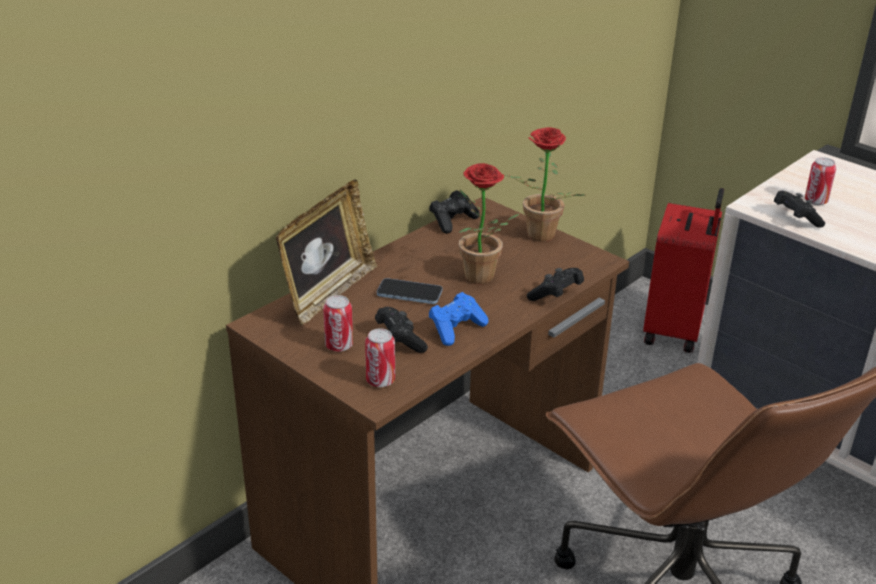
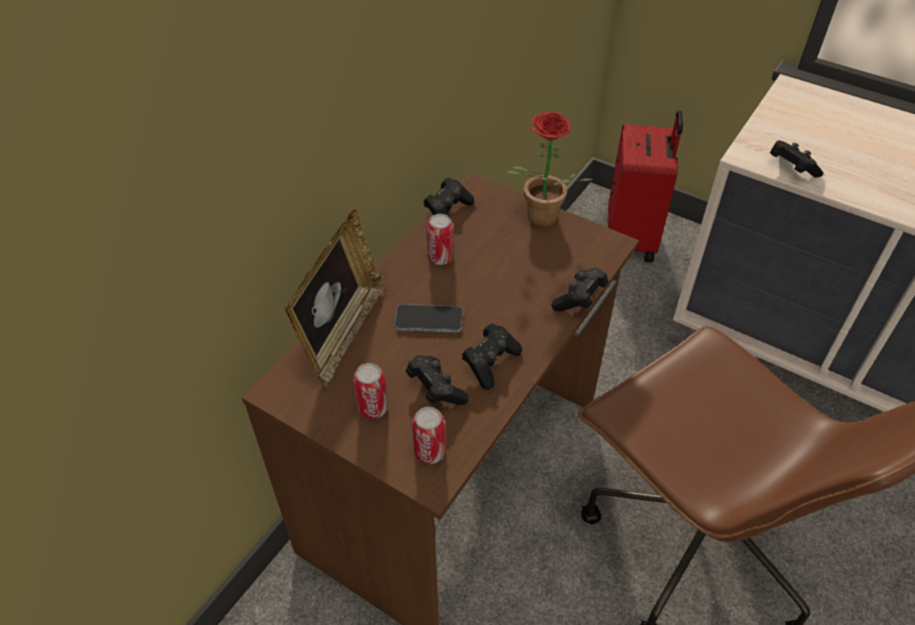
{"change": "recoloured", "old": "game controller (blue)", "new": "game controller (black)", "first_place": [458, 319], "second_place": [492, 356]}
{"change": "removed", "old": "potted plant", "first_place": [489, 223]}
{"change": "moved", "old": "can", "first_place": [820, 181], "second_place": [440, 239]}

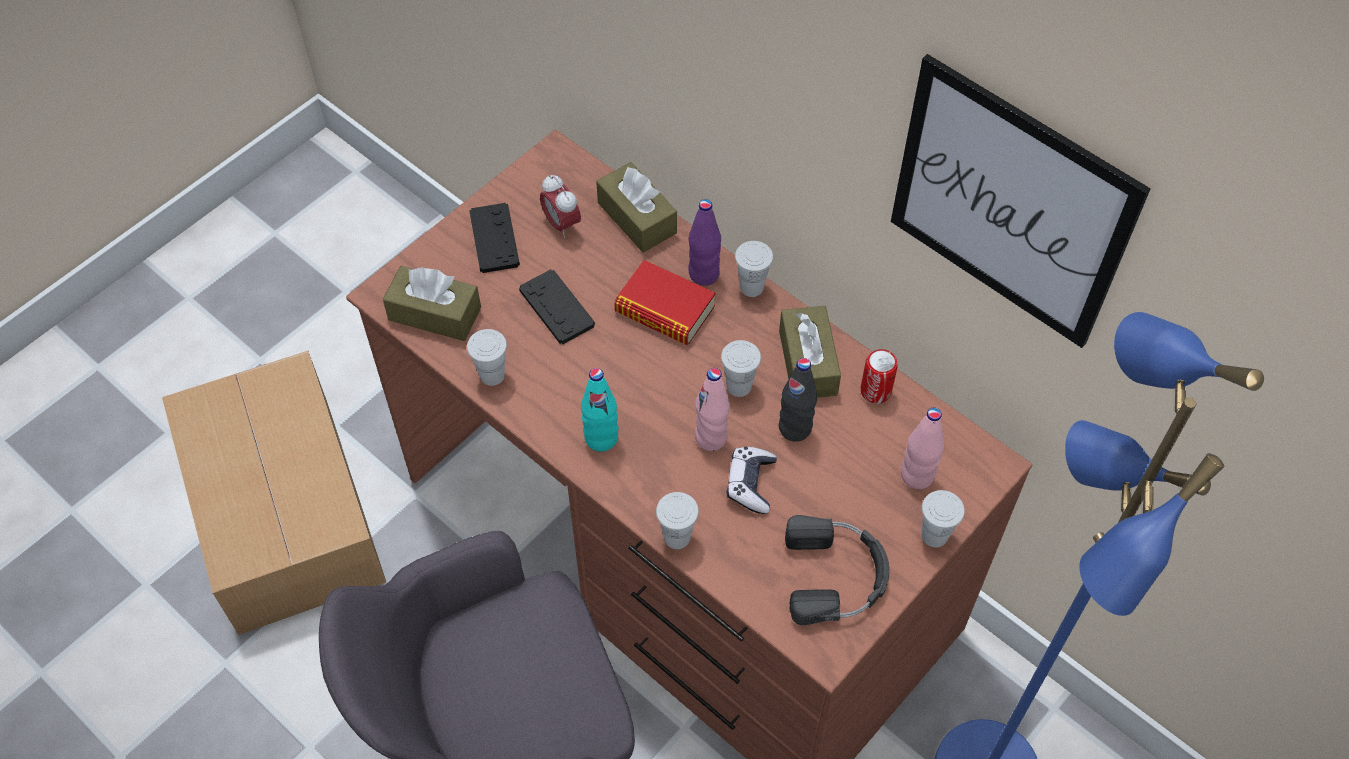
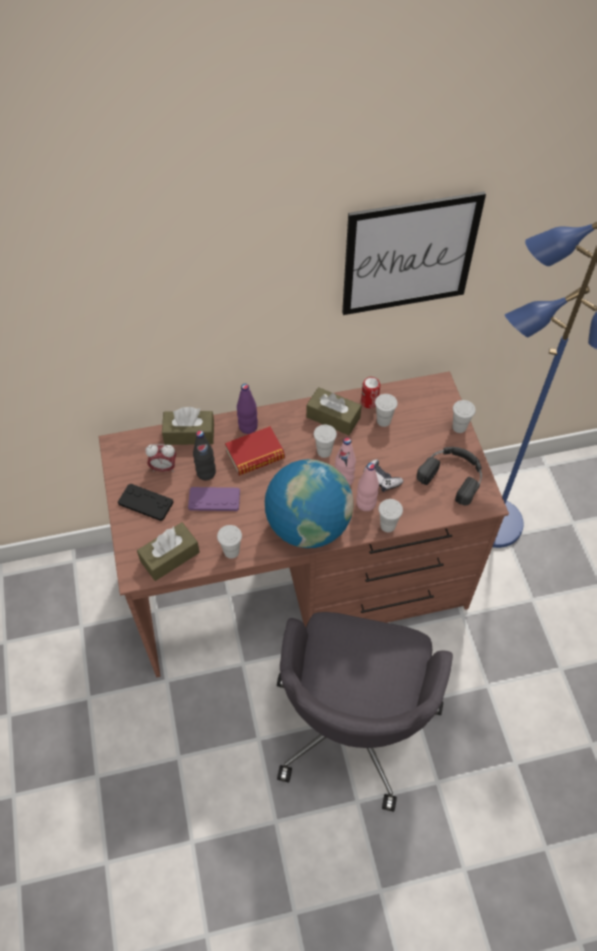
{"change": "removed", "old": "cardboard box", "first_place": [274, 493]}
{"change": "recoloured", "old": "game controller (black)", "new": "game controller (purple)", "first_place": [557, 306], "second_place": [214, 499]}
{"change": "replaced", "old": "bottle (turquoise)", "new": "globe", "first_place": [600, 410], "second_place": [309, 503]}
{"change": "moved", "old": "cup (white)", "first_place": [754, 269], "second_place": [386, 410]}
{"change": "moved", "old": "bottle (black)", "first_place": [798, 400], "second_place": [204, 455]}
{"change": "moved", "old": "bottle (pink)", "first_place": [922, 448], "second_place": [367, 487]}

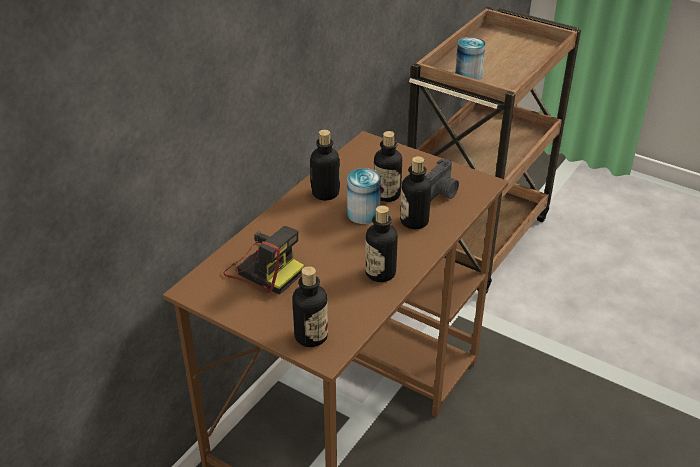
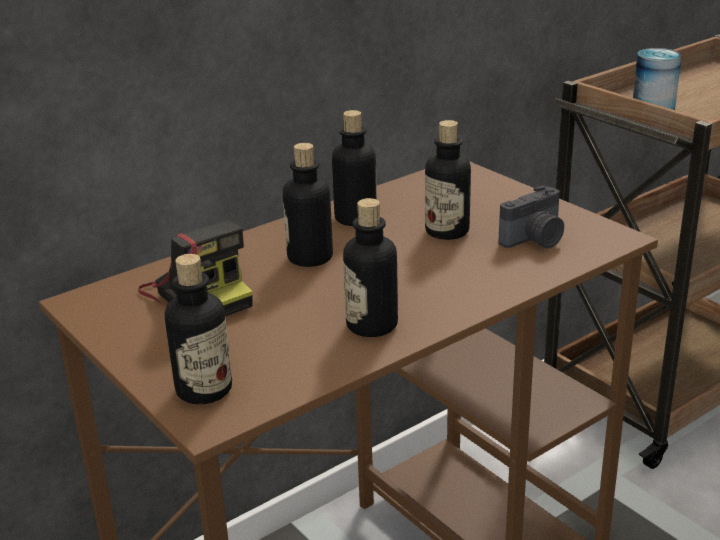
{"change": "removed", "old": "can", "first_place": [364, 196]}
{"change": "moved", "old": "bottle", "first_place": [415, 192], "second_place": [308, 205]}

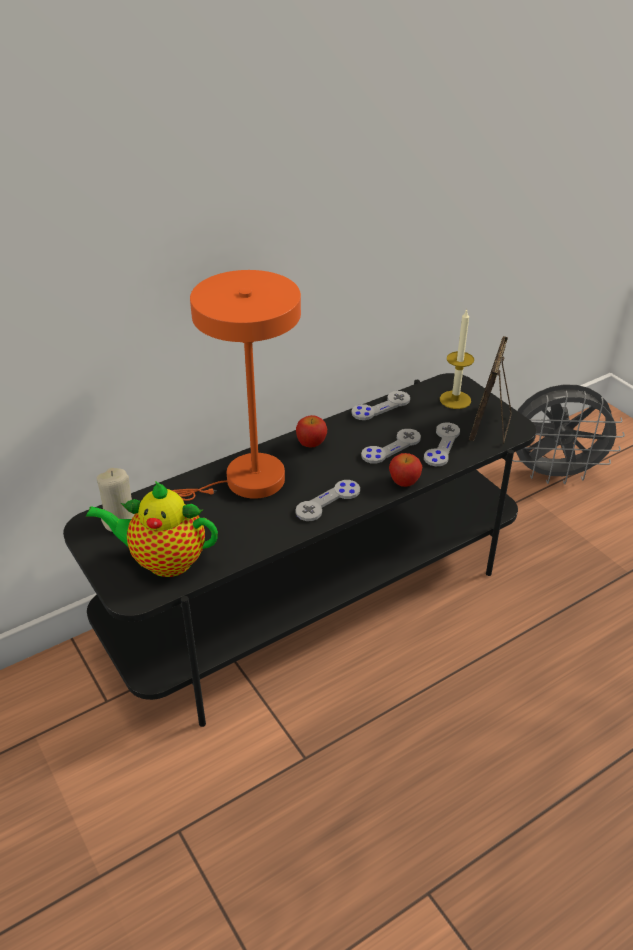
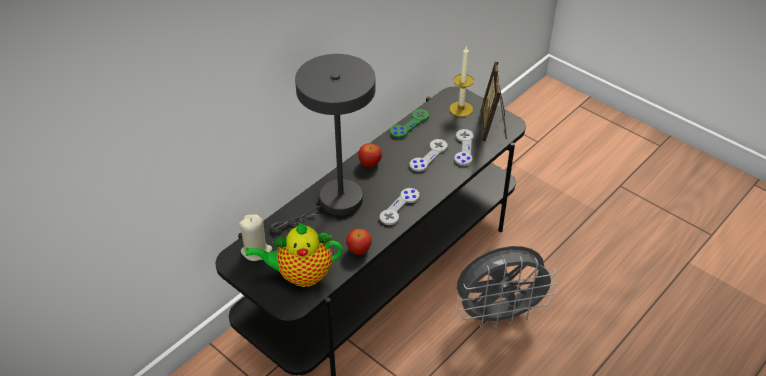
{"change": "recoloured", "old": "table lamp (orange)", "new": "table lamp (grey)", "first_place": [236, 385], "second_place": [323, 142]}
{"change": "recoloured", "old": "game controller (grey)", "new": "game controller (green)", "first_place": [381, 405], "second_place": [409, 123]}
{"change": "moved", "old": "apple", "first_place": [405, 470], "second_place": [359, 242]}
{"change": "moved", "old": "fan (grey)", "first_place": [568, 434], "second_place": [507, 287]}

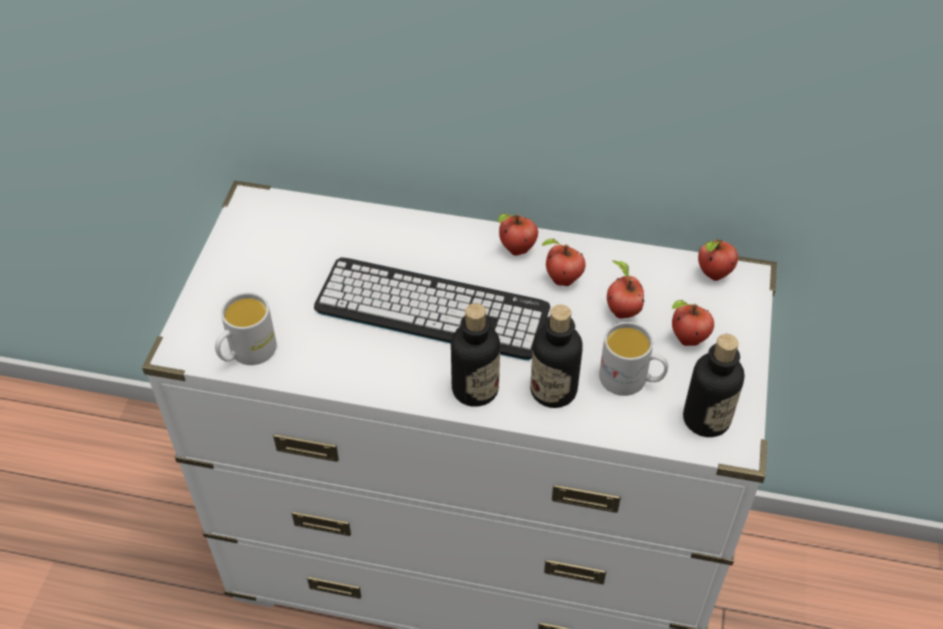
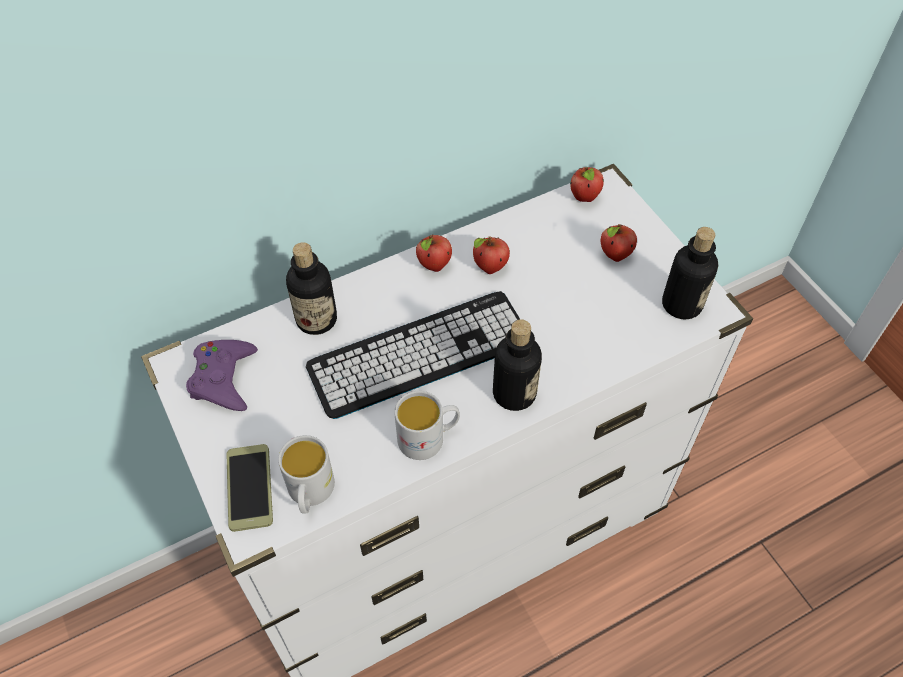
{"change": "moved", "old": "bottle", "first_place": [556, 356], "second_place": [311, 288]}
{"change": "moved", "old": "mug (white)", "first_place": [633, 359], "second_place": [427, 425]}
{"change": "removed", "old": "apple", "first_place": [625, 289]}
{"change": "added", "new": "game controller (purple)", "second_place": [222, 375]}
{"change": "added", "new": "phone", "second_place": [249, 488]}

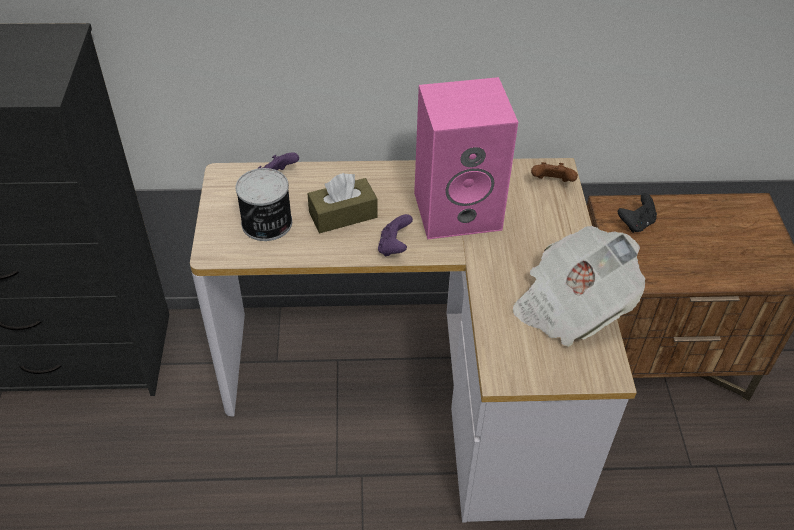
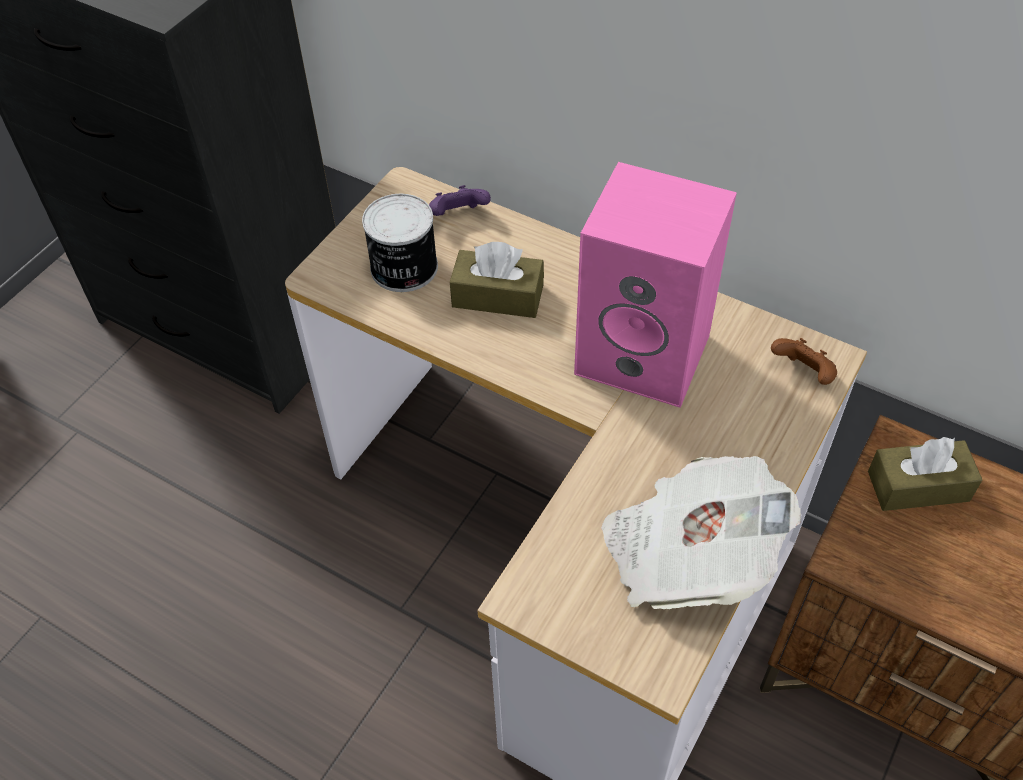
{"change": "removed", "old": "game controller (purple)", "first_place": [395, 235]}
{"change": "replaced", "old": "game controller (black)", "new": "tissue box (brown)", "first_place": [637, 213], "second_place": [925, 474]}

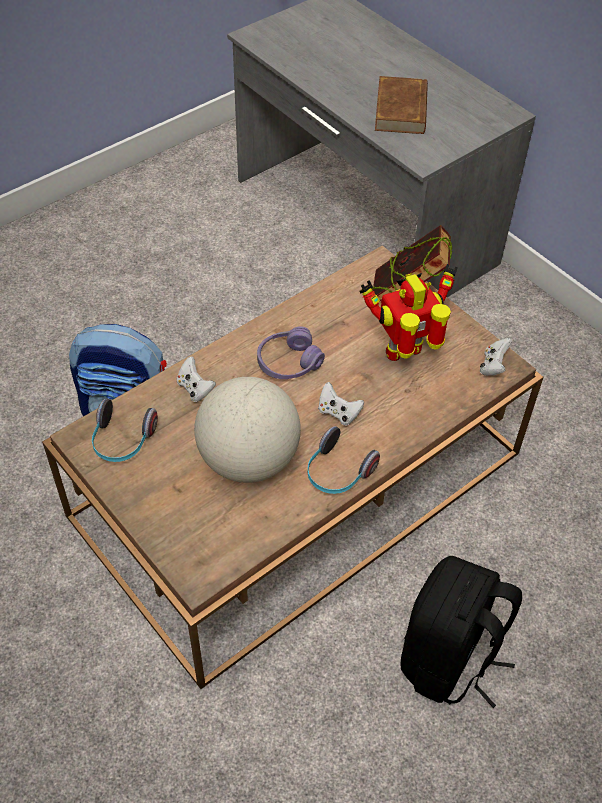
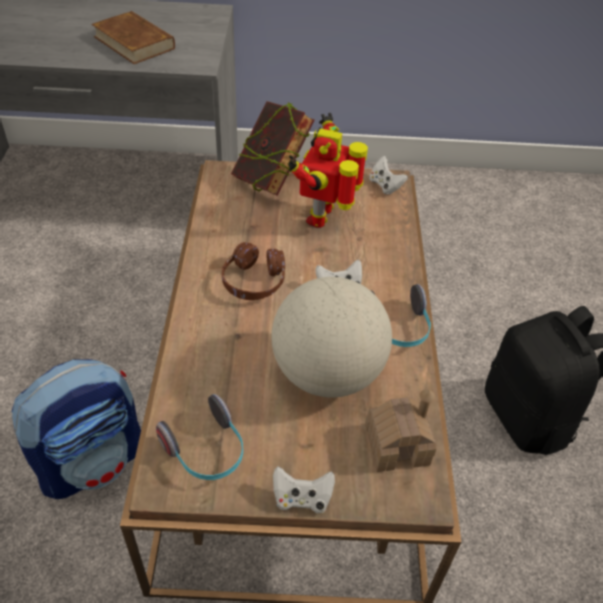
{"change": "moved", "old": "game controller (white)", "first_place": [196, 379], "second_place": [304, 490]}
{"change": "recoloured", "old": "headphones (purple)", "new": "headphones (brown)", "first_place": [291, 352], "second_place": [253, 271]}
{"change": "added", "new": "toy house", "second_place": [401, 431]}

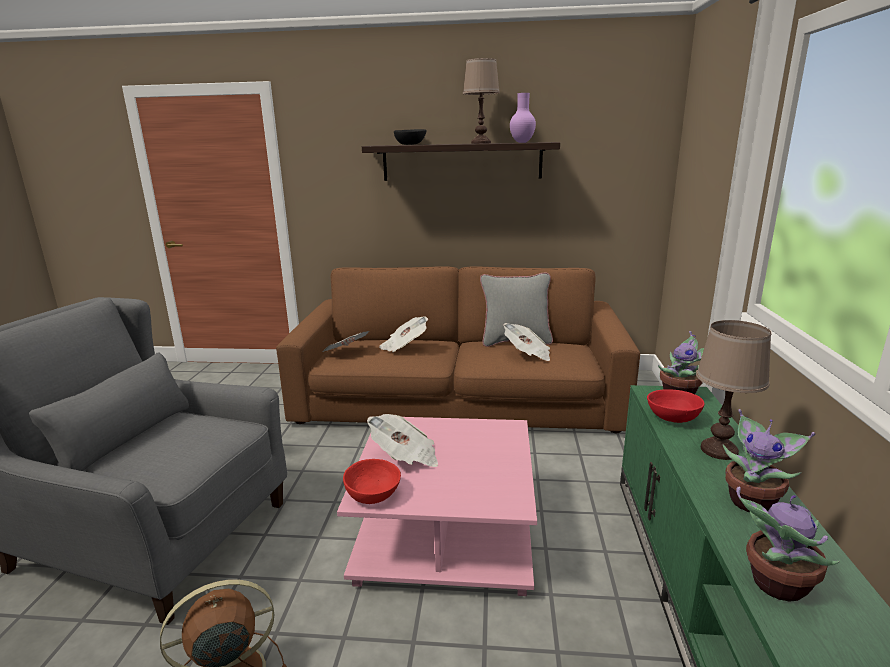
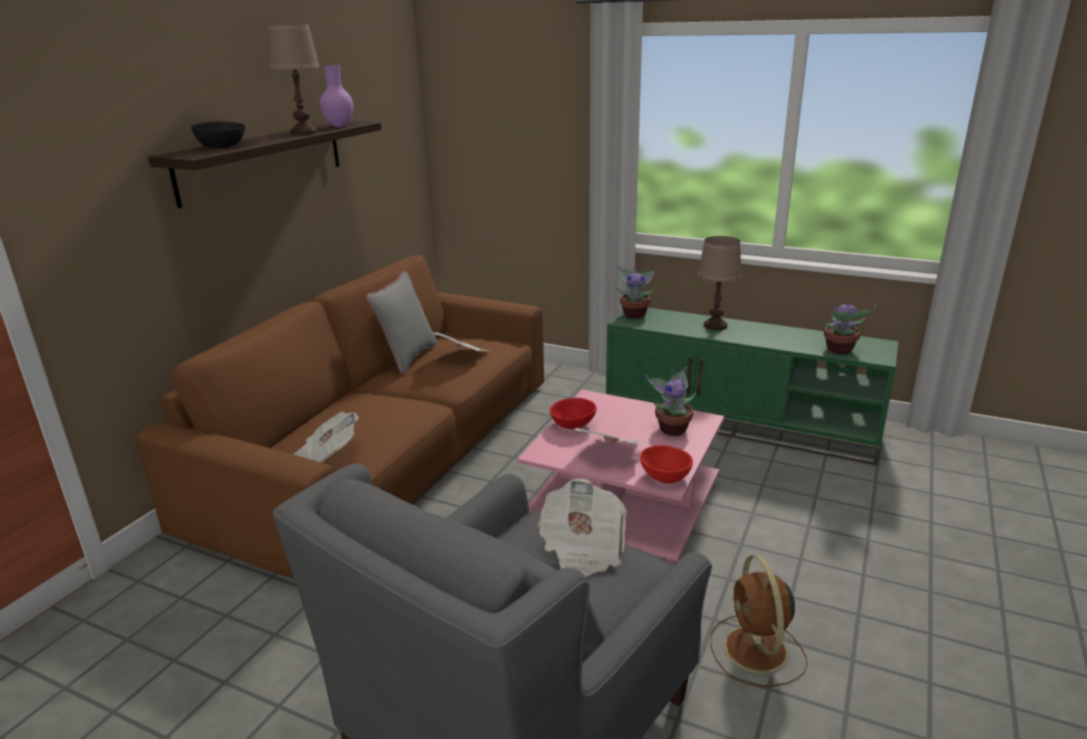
{"change": "moved", "old": "newspaper", "first_place": [403, 334], "second_place": [582, 527]}
{"change": "moved", "old": "bowl (red)", "first_place": [675, 406], "second_place": [573, 413]}
{"change": "moved", "old": "potted plant", "first_place": [769, 460], "second_place": [671, 401]}

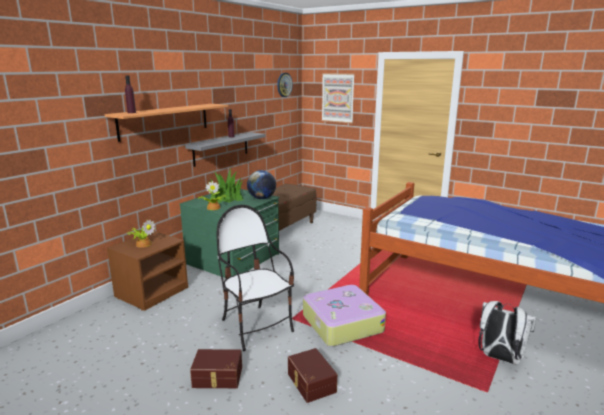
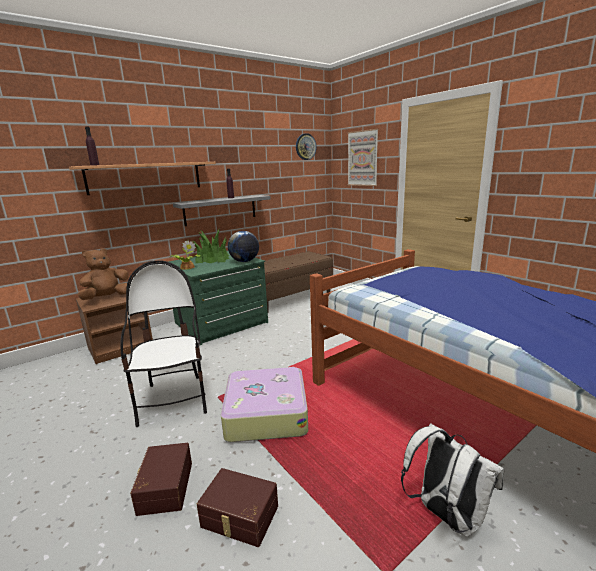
{"change": "replaced", "old": "potted plant", "new": "plush toy (brown)", "first_place": [141, 234], "second_place": [103, 274]}
{"change": "moved", "old": "storage box (brown)", "first_place": [216, 368], "second_place": [237, 507]}

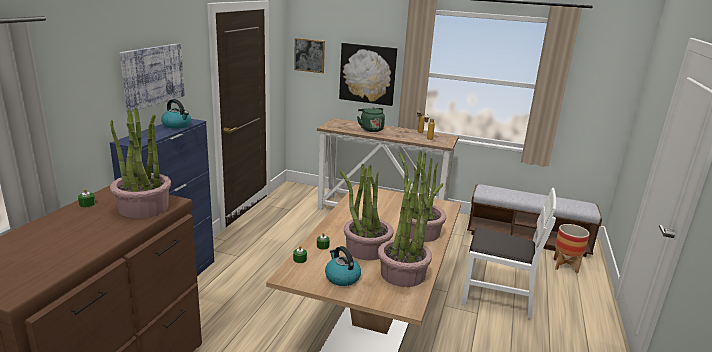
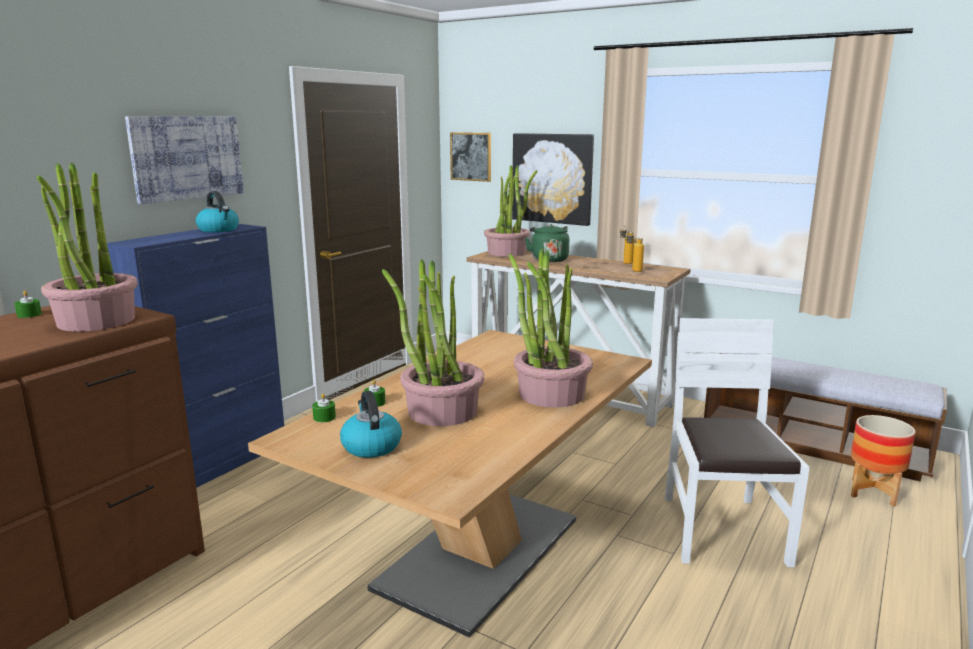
{"change": "moved", "old": "potted plant", "first_place": [410, 233], "second_place": [510, 210]}
{"change": "turned", "old": "chair (white)", "first_place": [508, 254], "second_place": [737, 442], "degrees": -120}

